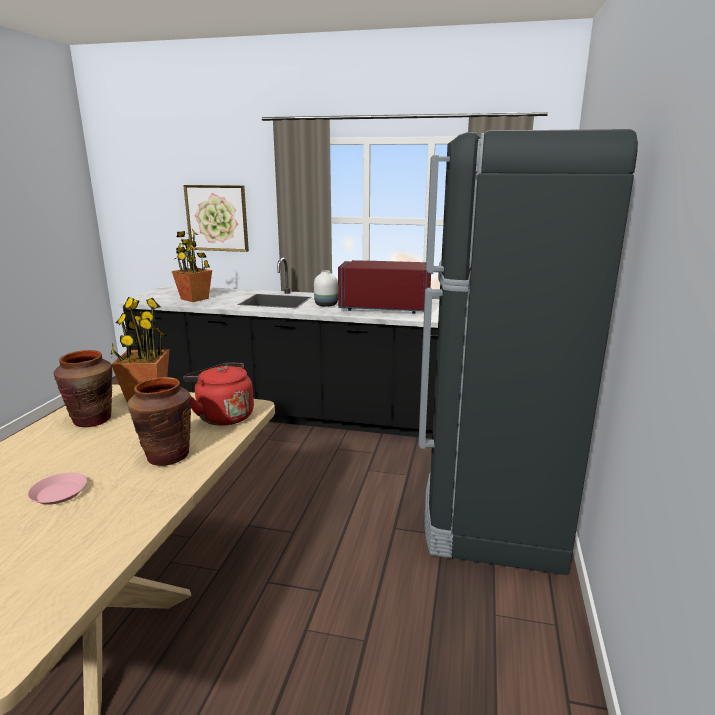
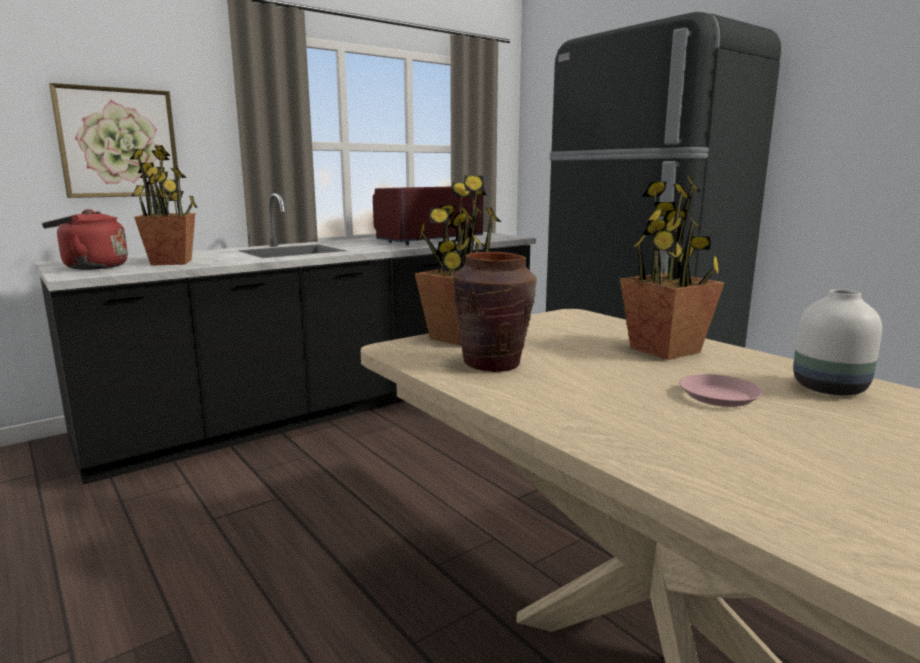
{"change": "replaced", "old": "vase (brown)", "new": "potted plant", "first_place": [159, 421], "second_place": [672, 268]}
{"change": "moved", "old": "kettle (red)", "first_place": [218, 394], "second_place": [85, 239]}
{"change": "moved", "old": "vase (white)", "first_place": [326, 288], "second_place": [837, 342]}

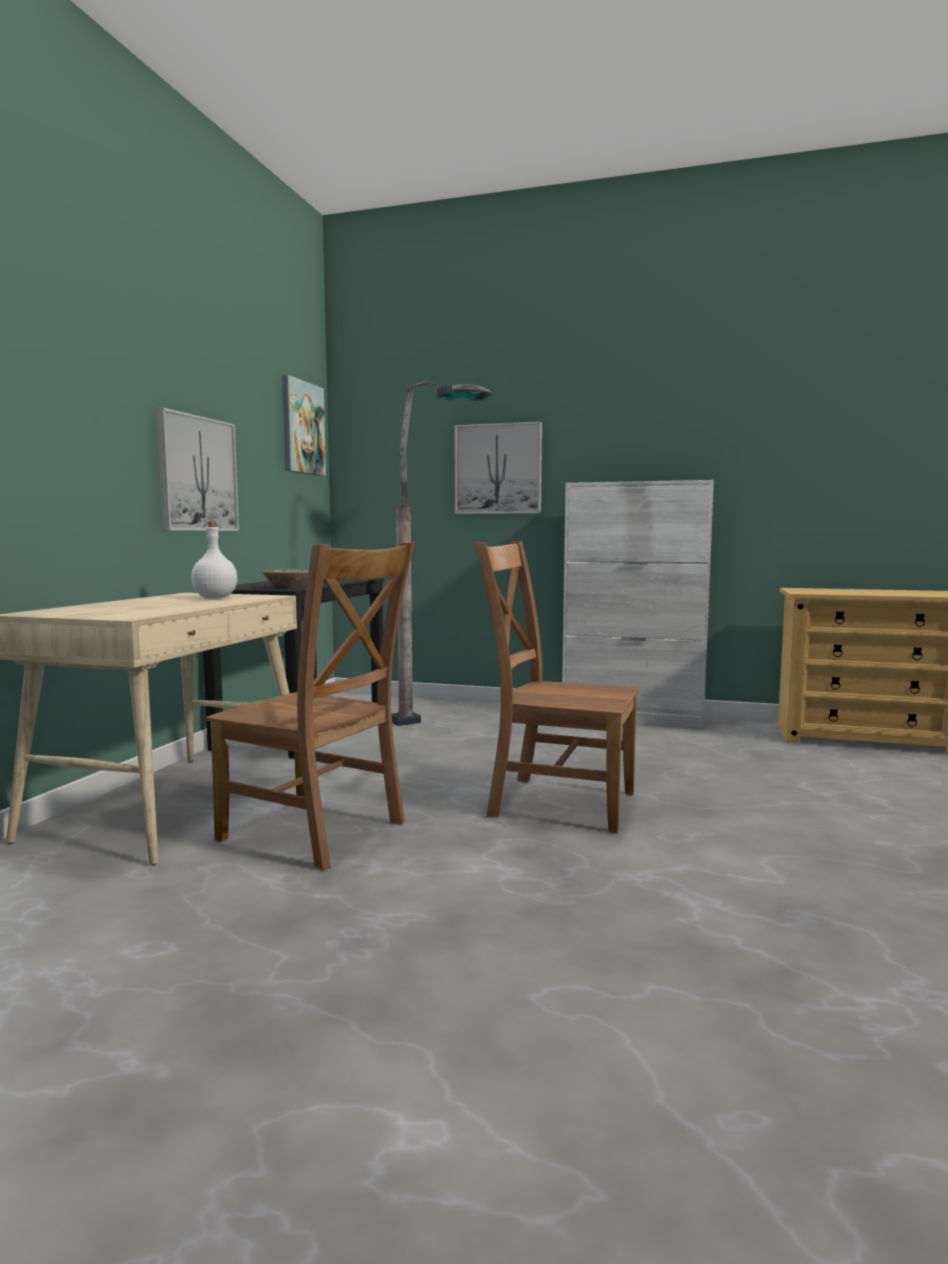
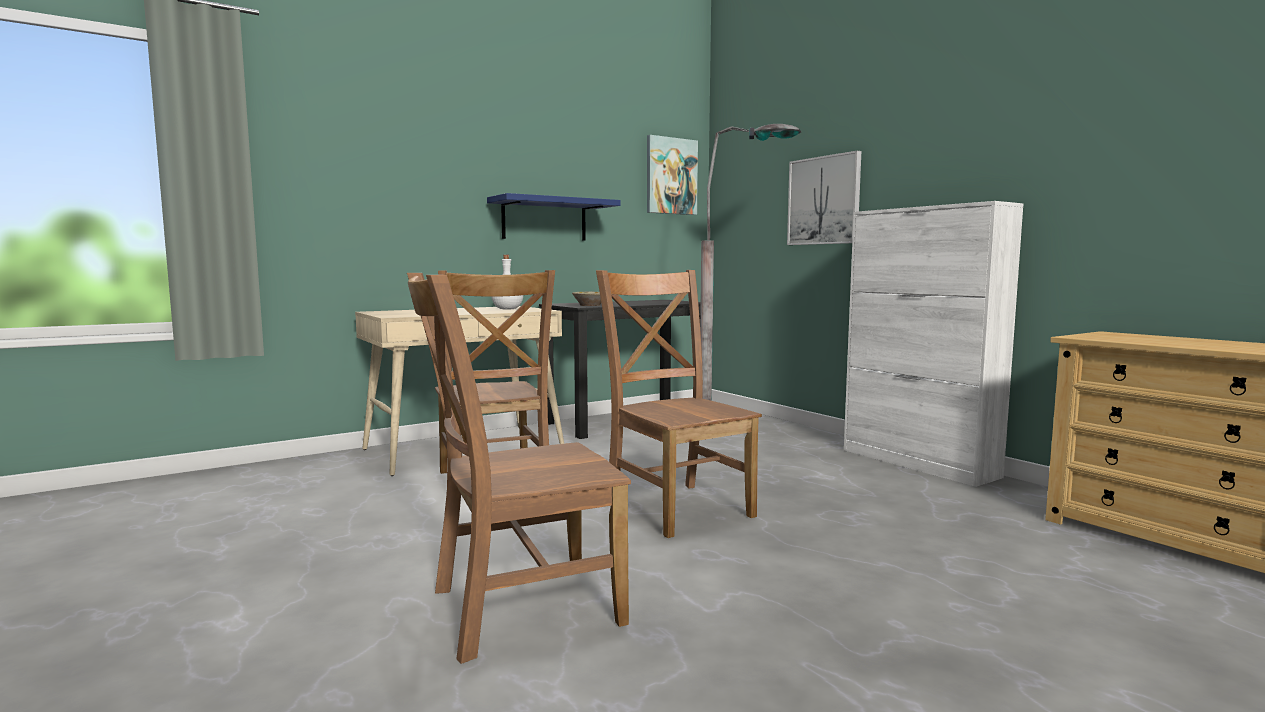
{"change": "replaced", "old": "picture", "new": "shelf (blue)", "first_place": [197, 469], "second_place": [554, 217]}
{"change": "added", "new": "chair (brown)", "second_place": [519, 468]}

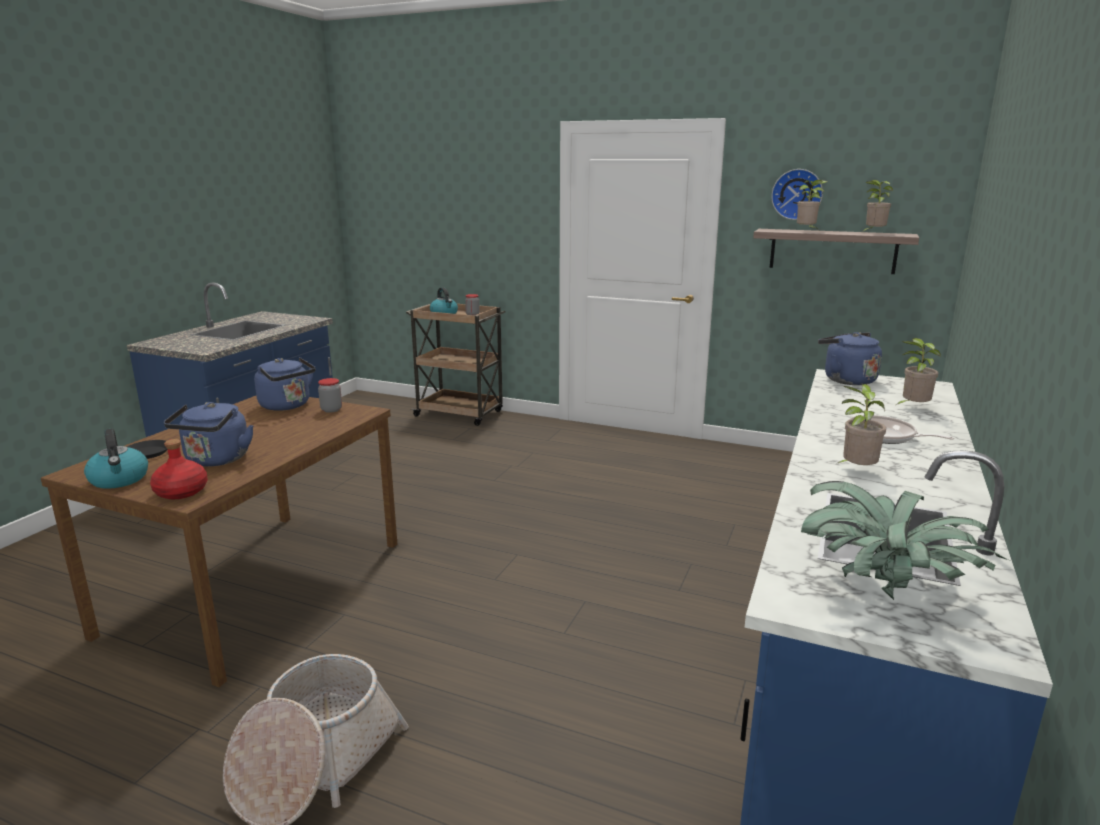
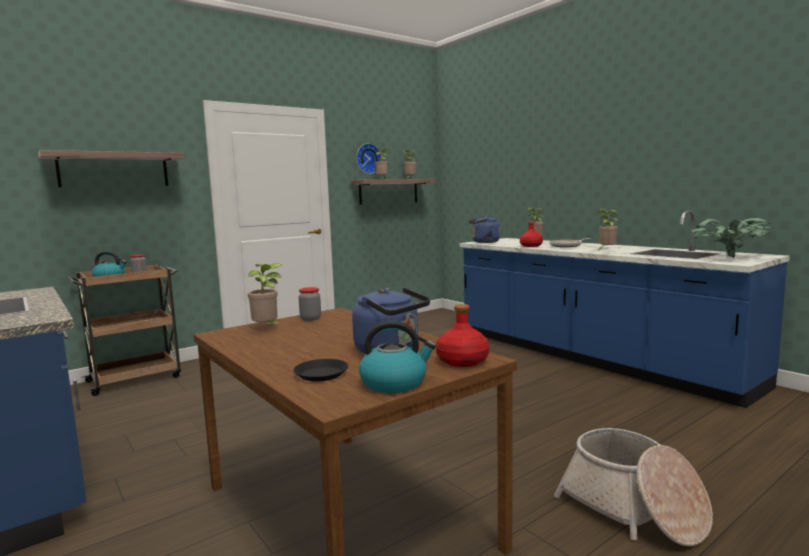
{"change": "replaced", "old": "kettle (blue)", "new": "potted plant", "first_place": [284, 384], "second_place": [265, 294]}
{"change": "added", "new": "shelf", "second_place": [111, 168]}
{"change": "added", "new": "bottle (red)", "second_place": [531, 234]}

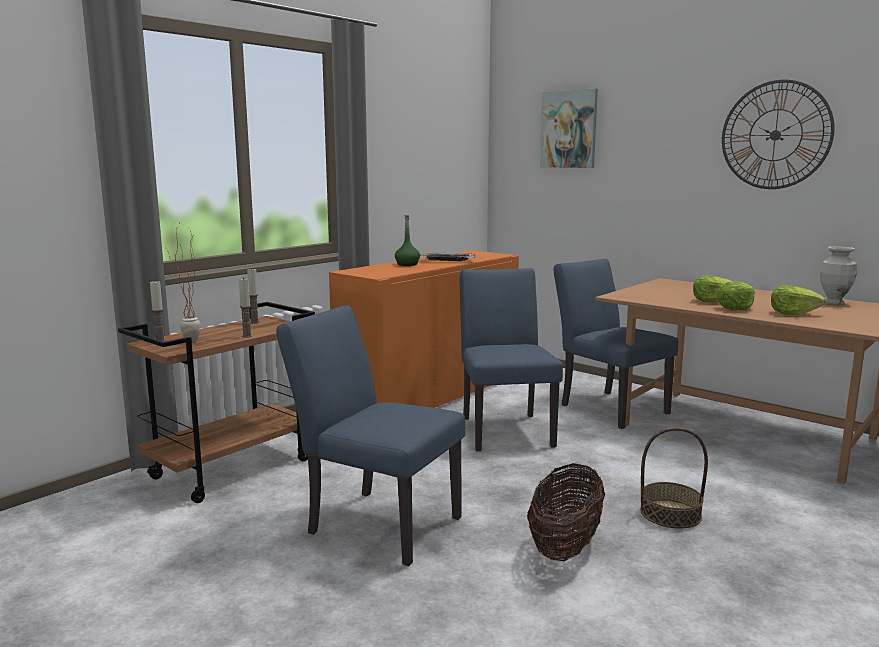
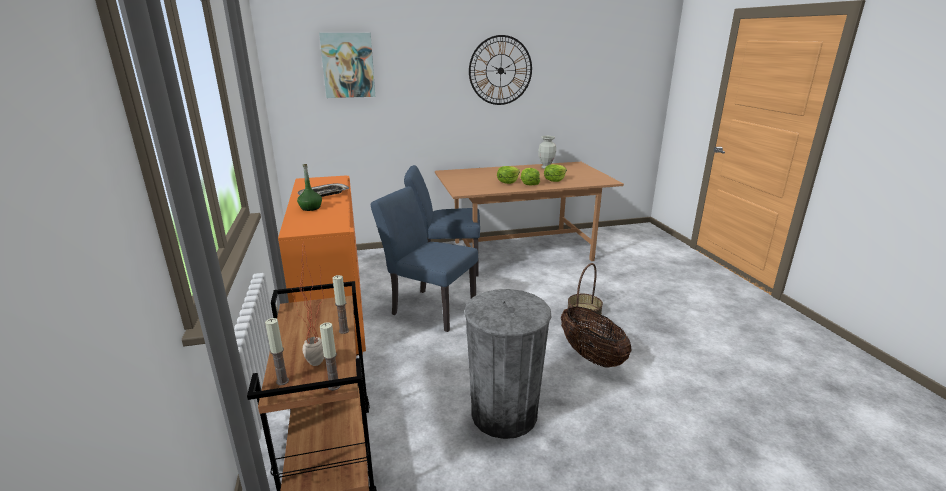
{"change": "moved", "old": "candle", "first_place": [253, 296], "second_place": [330, 356]}
{"change": "replaced", "old": "chair (blue)", "new": "trash can (grey)", "first_place": [370, 435], "second_place": [507, 364]}

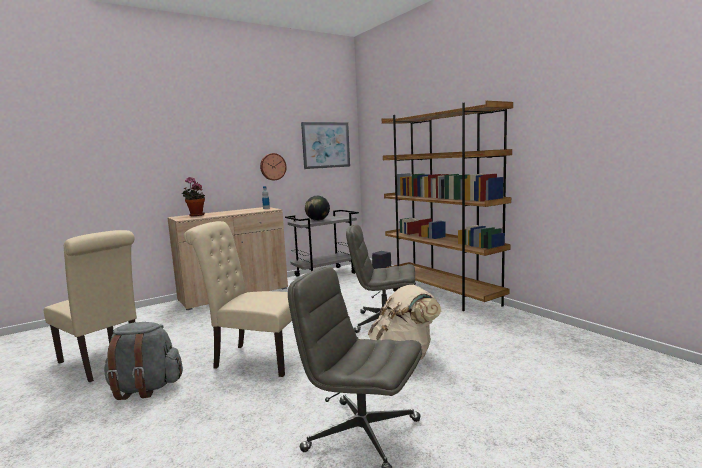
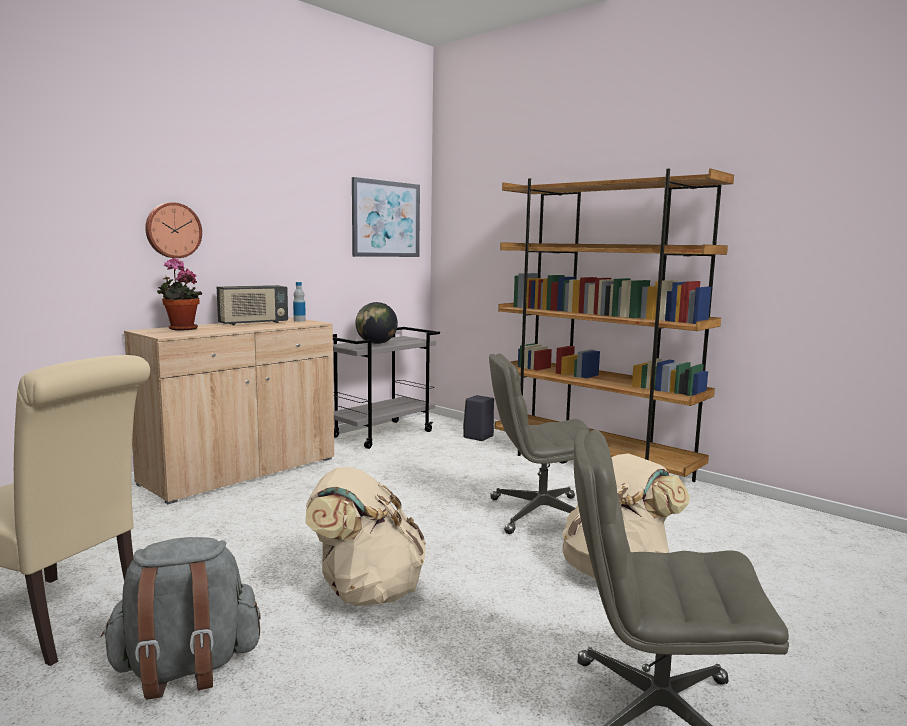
{"change": "replaced", "old": "chair (beige)", "new": "backpack (beige)", "first_place": [238, 299], "second_place": [365, 536]}
{"change": "moved", "old": "wall clock", "first_place": [273, 166], "second_place": [173, 230]}
{"change": "added", "new": "radio", "second_place": [252, 305]}

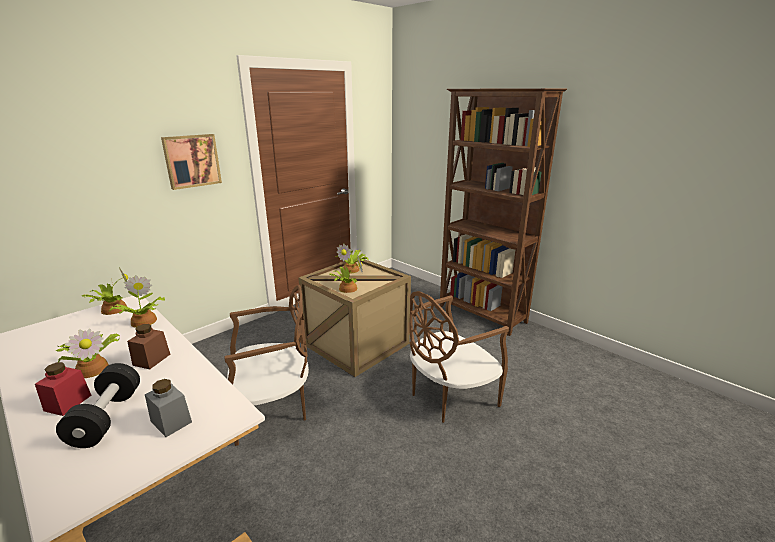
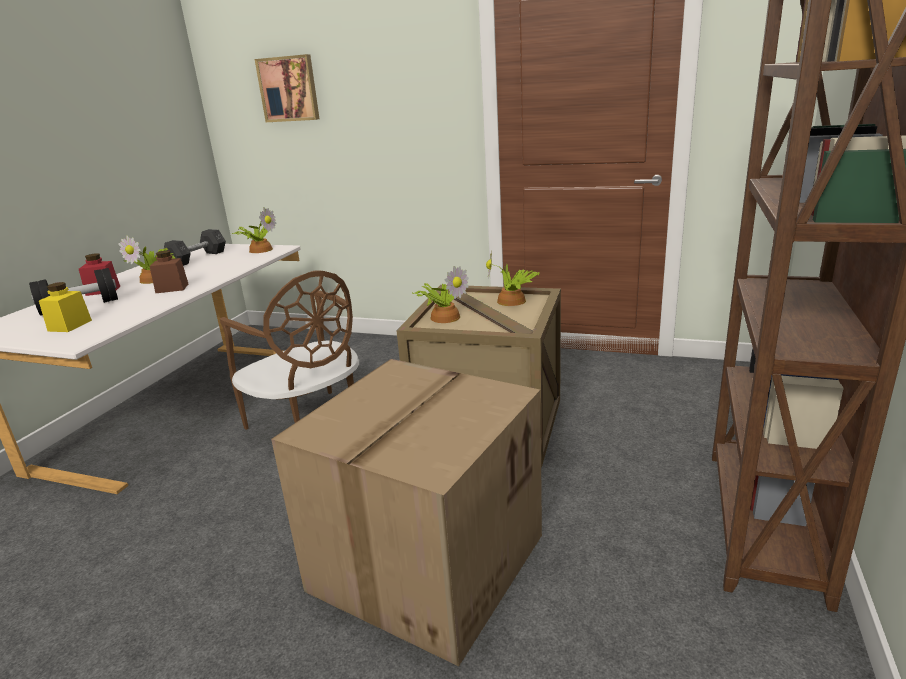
{"change": "removed", "old": "potted plant", "first_place": [136, 301]}
{"change": "recoloured", "old": "jar (grey)", "new": "jar (yellow)", "first_place": [168, 408], "second_place": [65, 307]}
{"change": "moved", "old": "picture", "first_place": [191, 162], "second_place": [287, 88]}
{"change": "replaced", "old": "chair (brown)", "new": "cardboard box", "first_place": [459, 357], "second_place": [406, 512]}
{"change": "added", "new": "dumbbell (grey)", "second_place": [195, 247]}

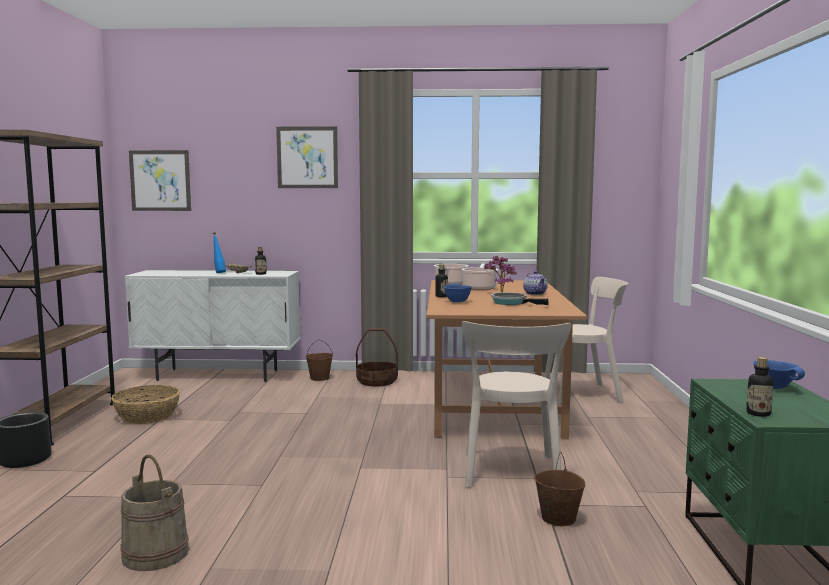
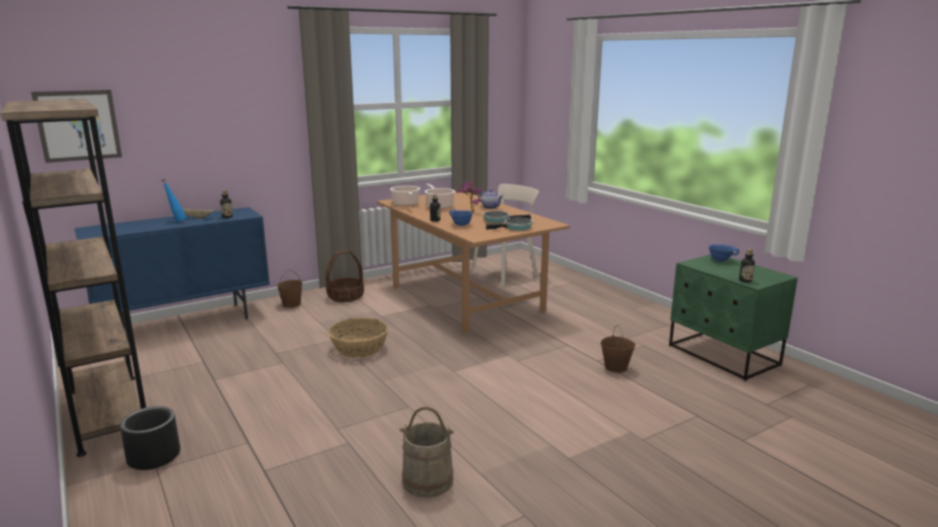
{"change": "moved", "old": "basket", "first_place": [146, 404], "second_place": [358, 338]}
{"change": "recoloured", "old": "cabinet (white)", "new": "cabinet (blue)", "first_place": [212, 326], "second_place": [172, 274]}
{"change": "removed", "old": "picture", "first_place": [307, 157]}
{"change": "removed", "old": "chair (beige)", "first_place": [516, 404]}
{"change": "added", "new": "frying pan", "second_place": [509, 224]}

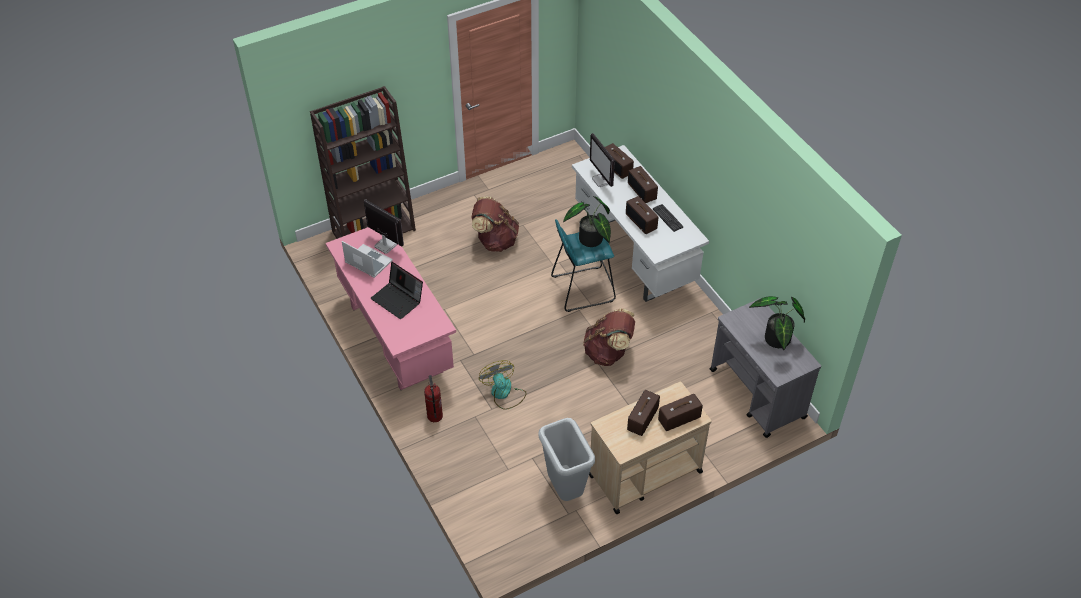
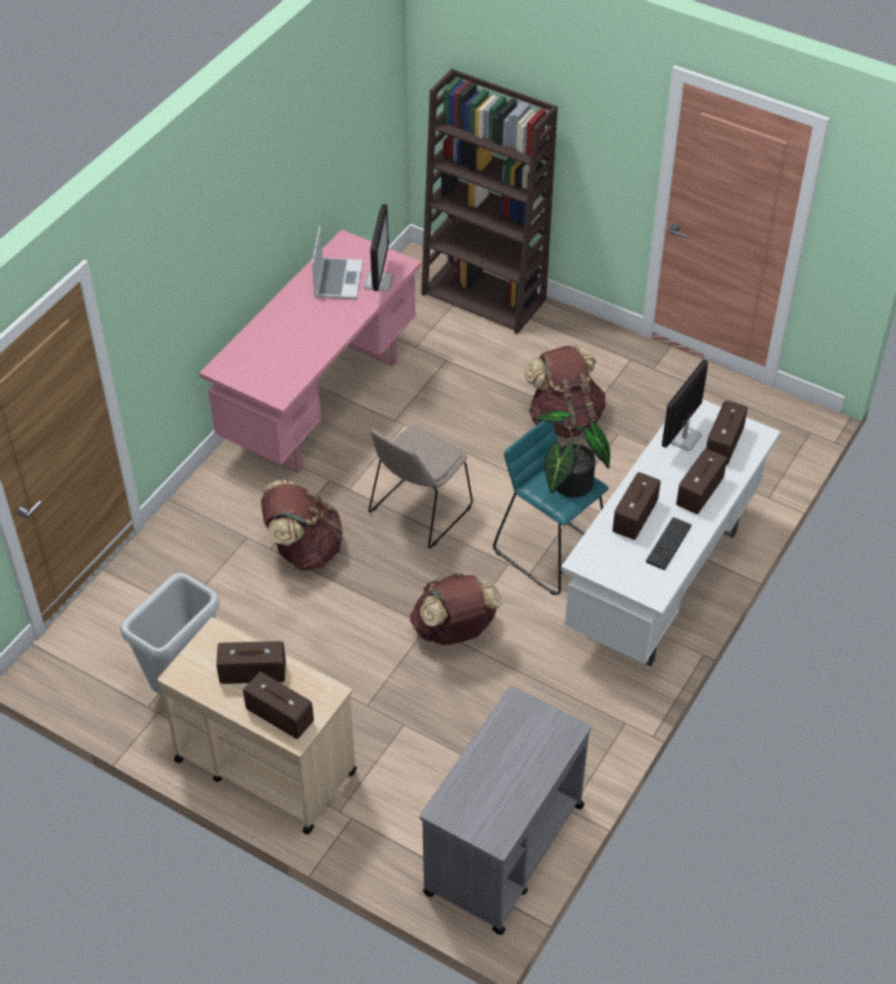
{"change": "removed", "old": "laptop", "first_place": [396, 290]}
{"change": "removed", "old": "fire extinguisher", "first_place": [433, 398]}
{"change": "replaced", "old": "fan", "new": "backpack (brown)", "first_place": [503, 385], "second_place": [302, 525]}
{"change": "removed", "old": "potted plant", "first_place": [777, 323]}
{"change": "added", "new": "chair (beige)", "second_place": [420, 487]}

